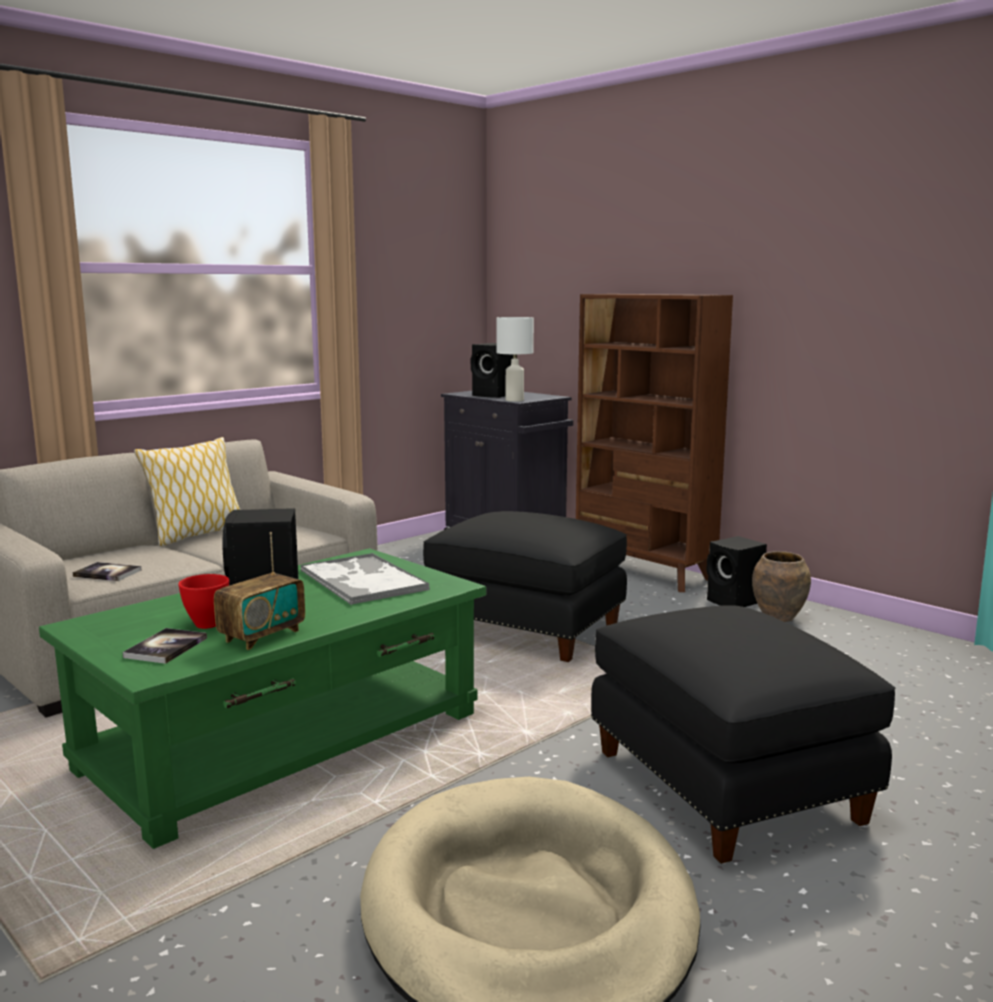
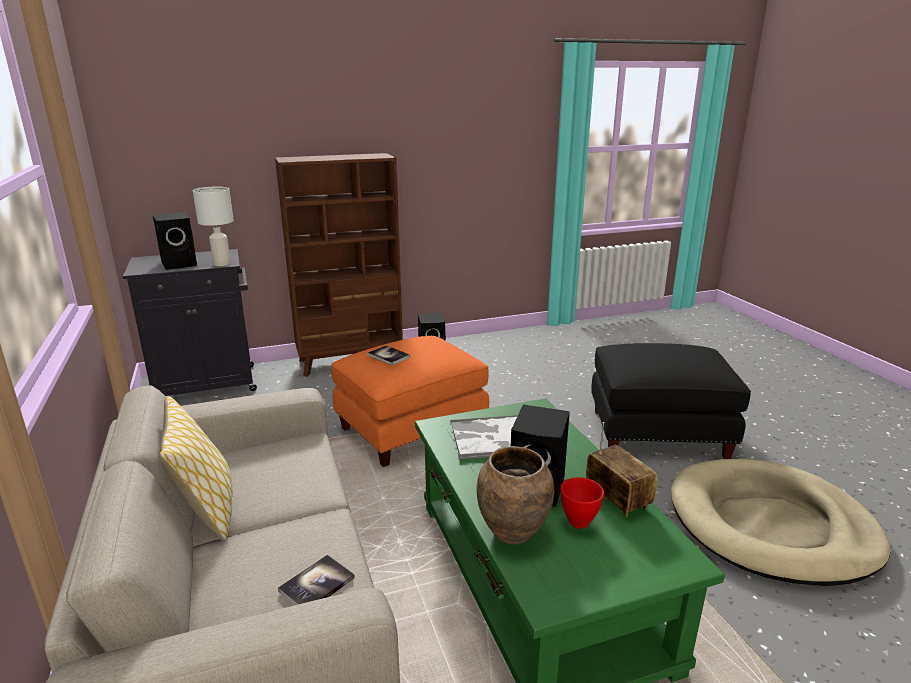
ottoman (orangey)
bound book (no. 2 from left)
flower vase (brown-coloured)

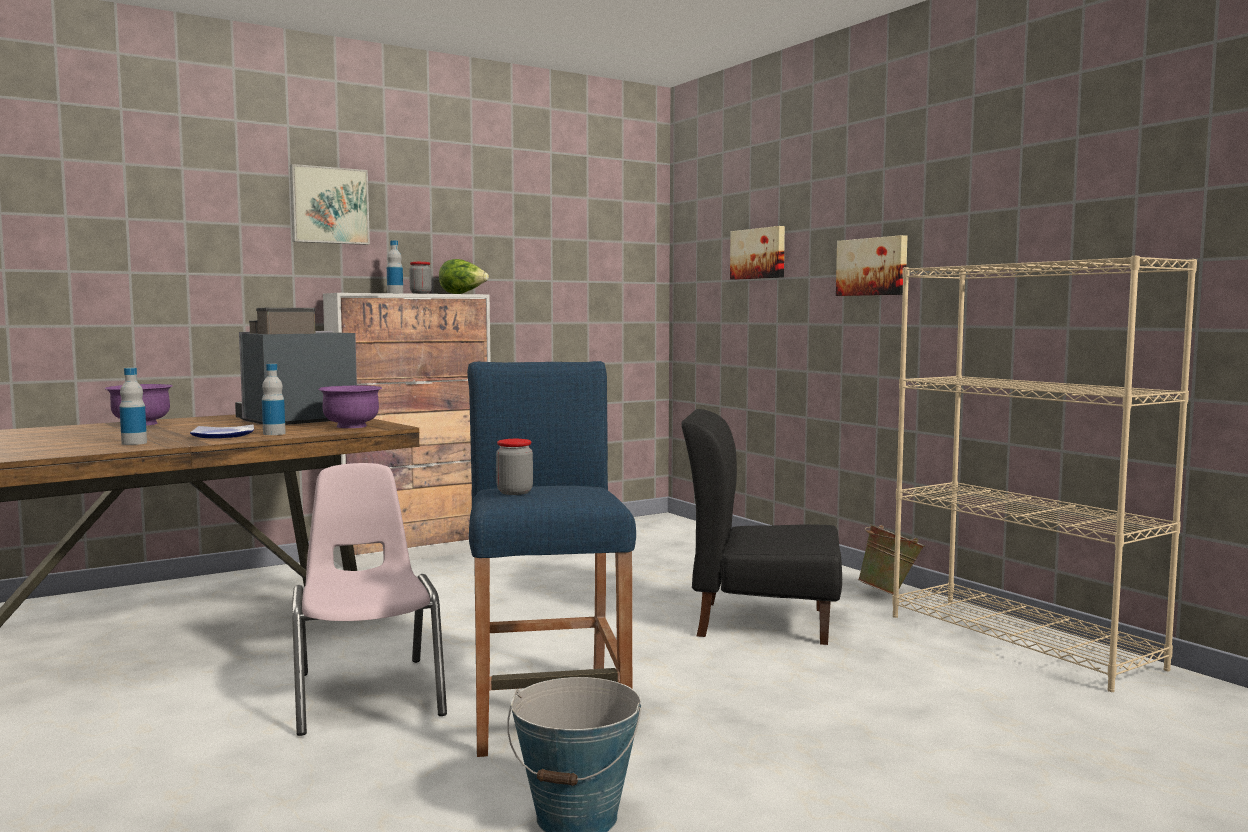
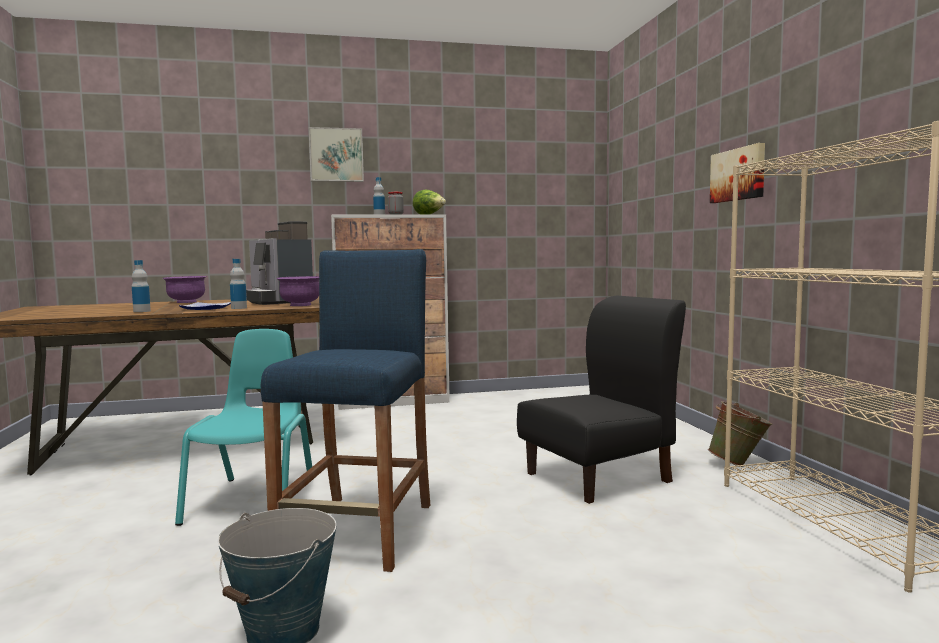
chair (turquoise-coloured)
coffee machine
chair (black-coloured)
storage jar (no. 2 from left in the first image)
wall picture (no. 2 from left in the first image)

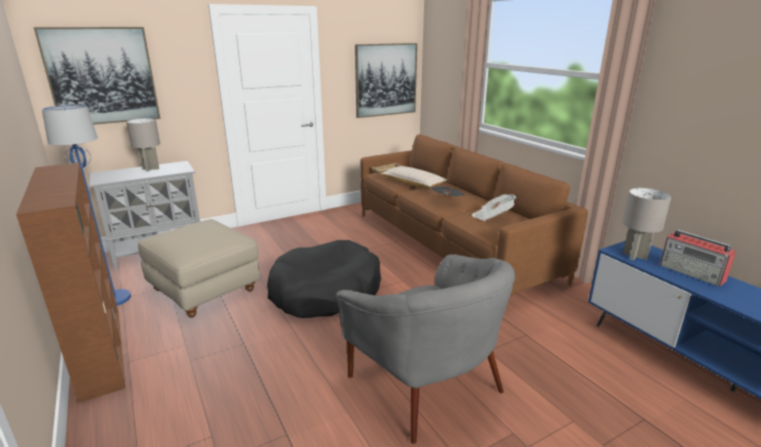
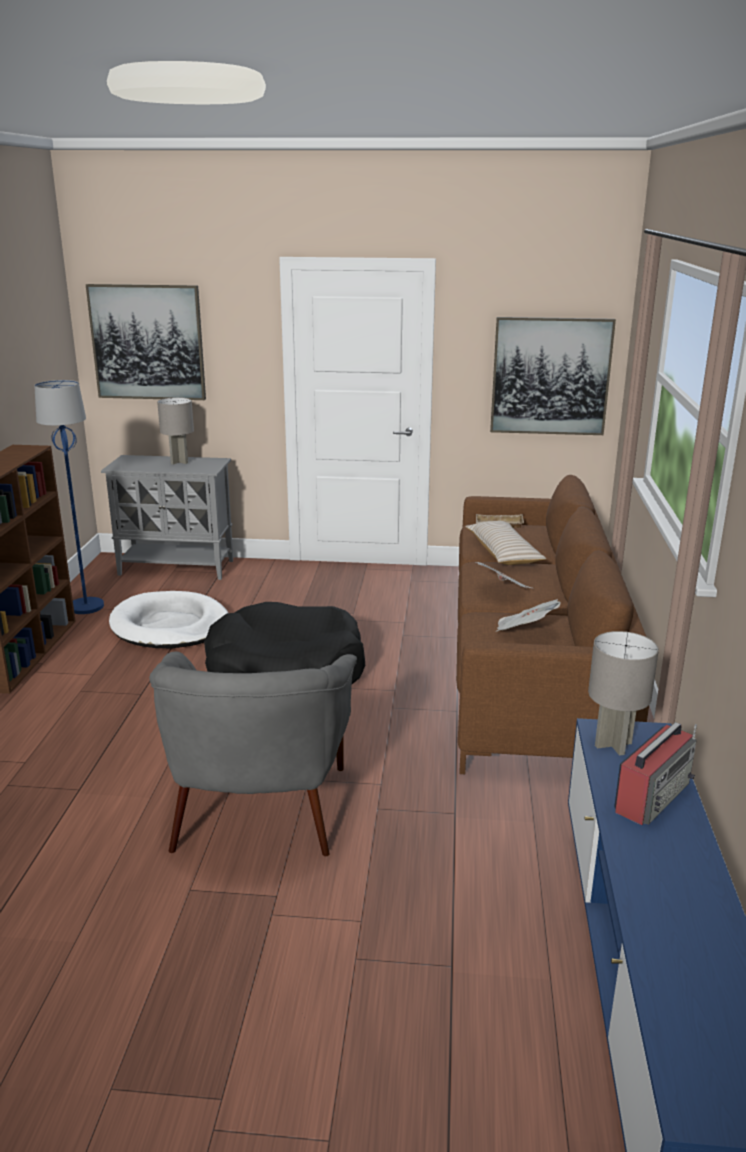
dog cushion (whitish)
radio receiver

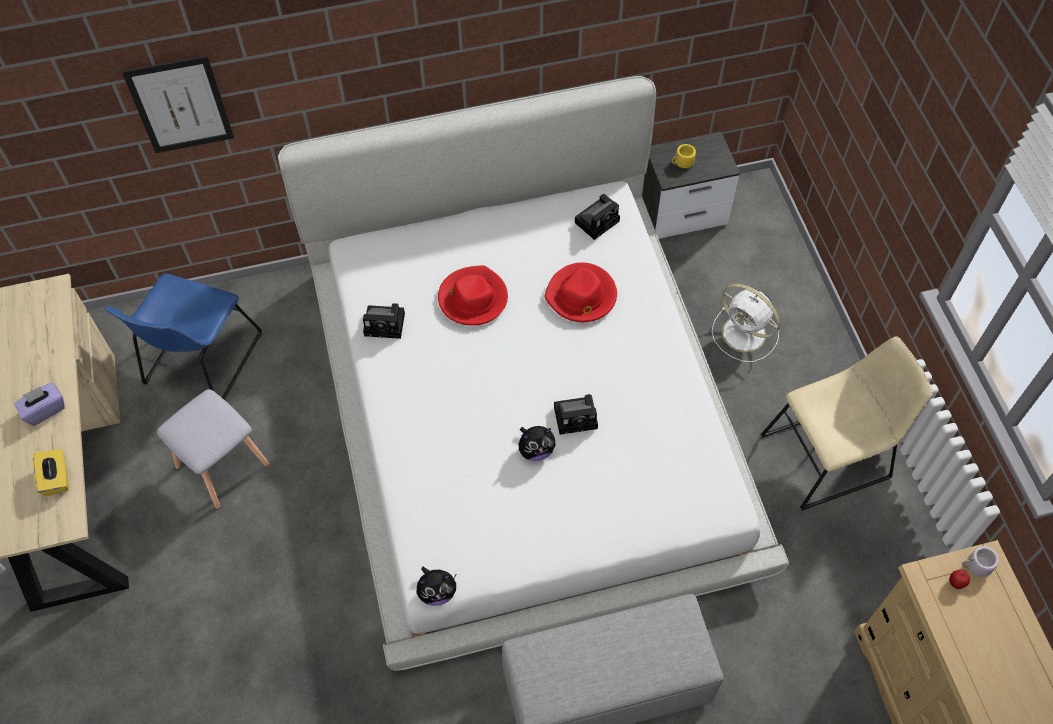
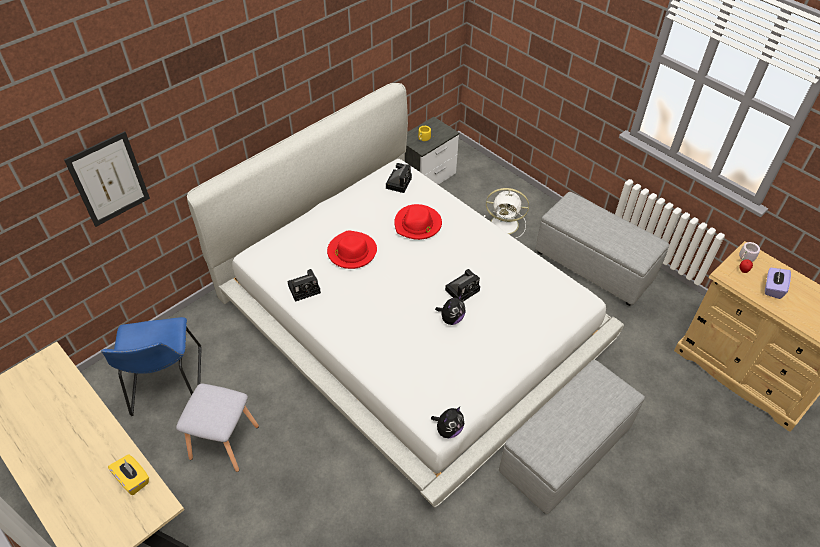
ottoman (greyish) (no. 2 from left)
tissue box (purple)

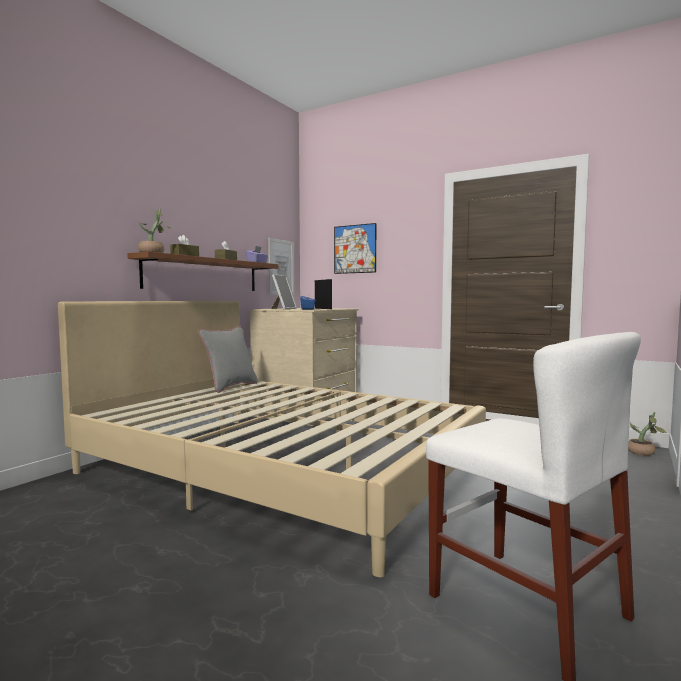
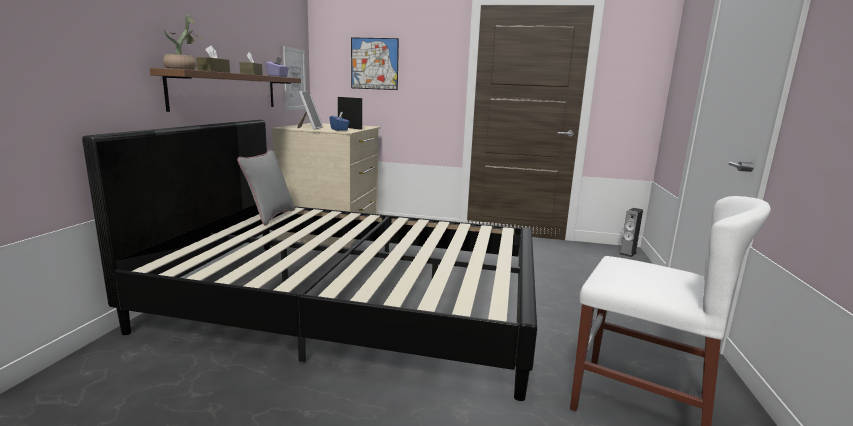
bed (black-coloured)
speaker

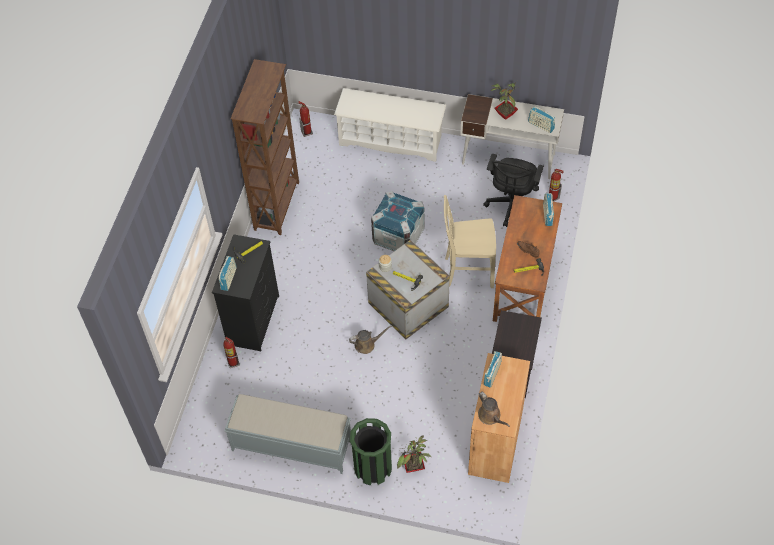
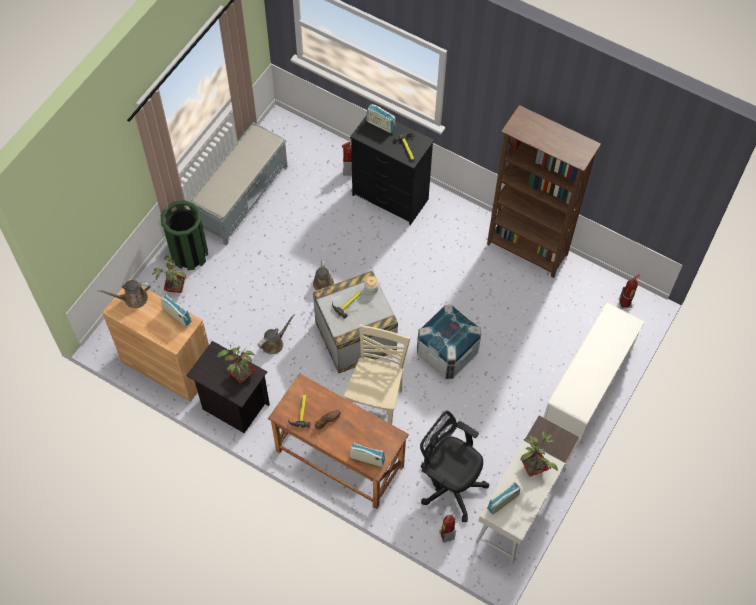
houseplant (no. 2 from left)
watering can (brown-coloured) (no. 2 from left)

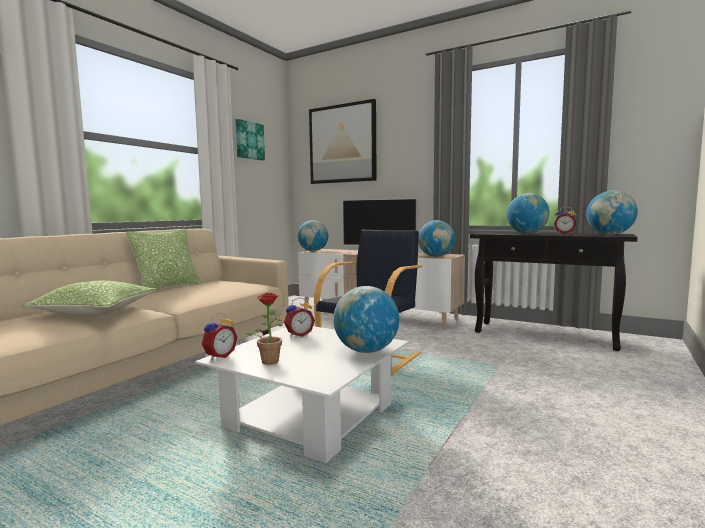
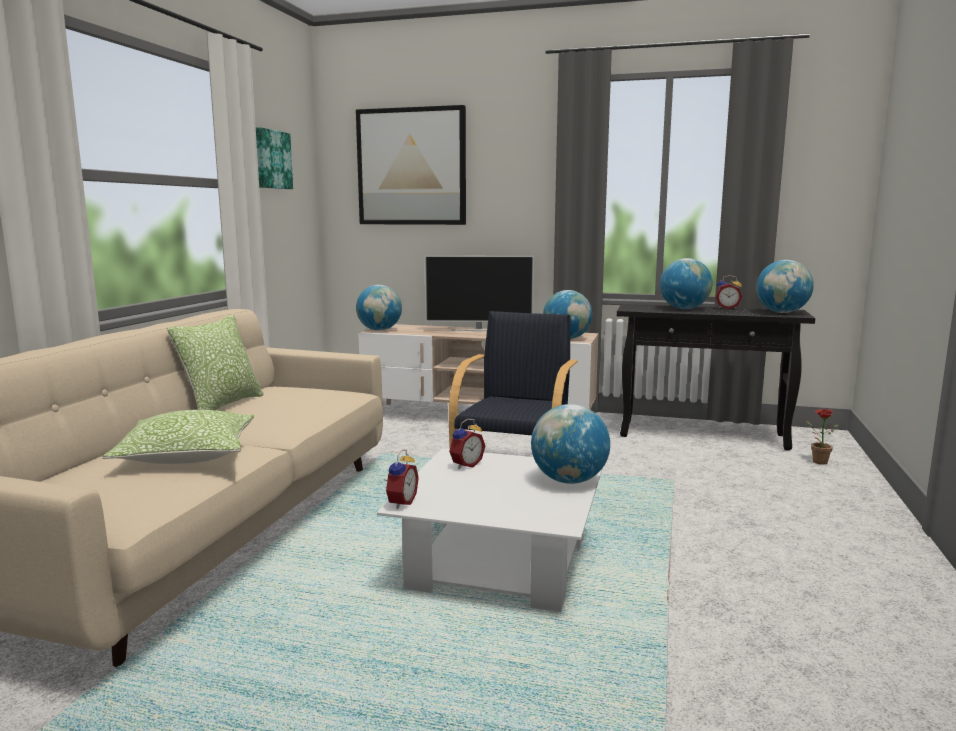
houseplant

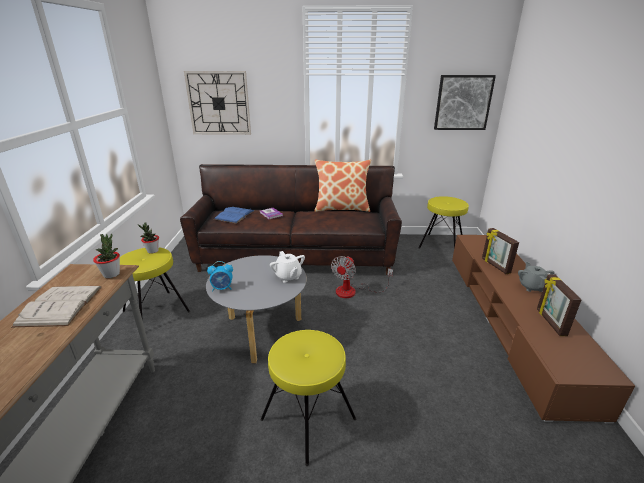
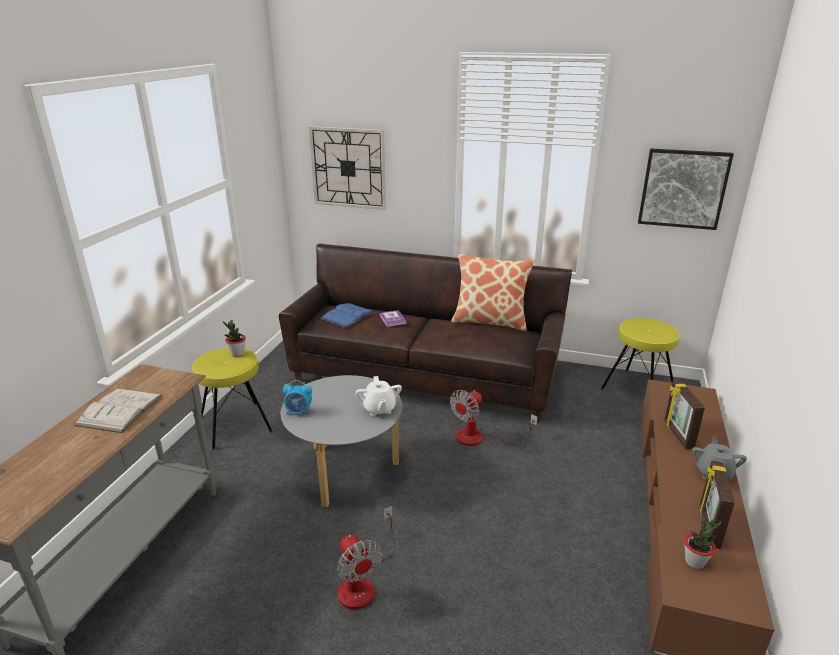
fan (no. 1 from left)
houseplant (no. 2 from left)

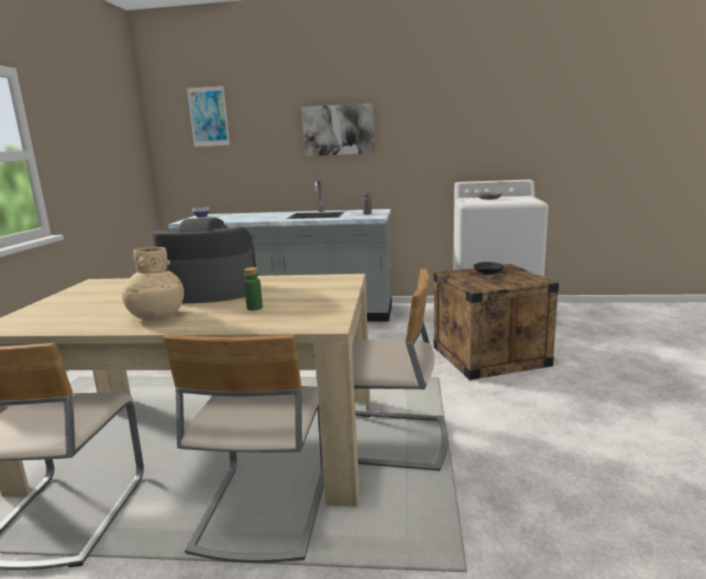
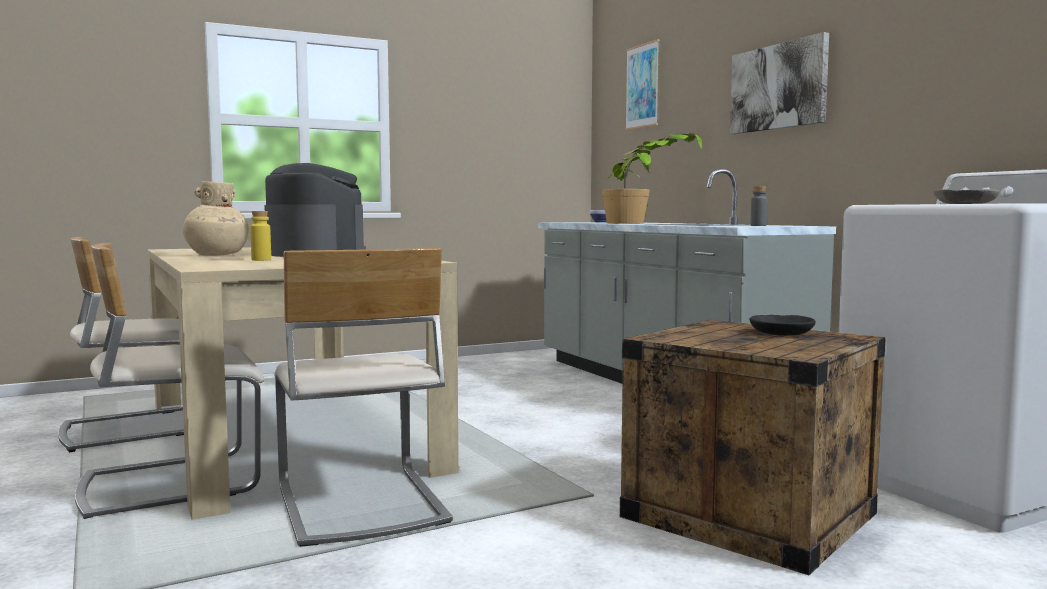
bottle (yellow-coloured)
houseplant

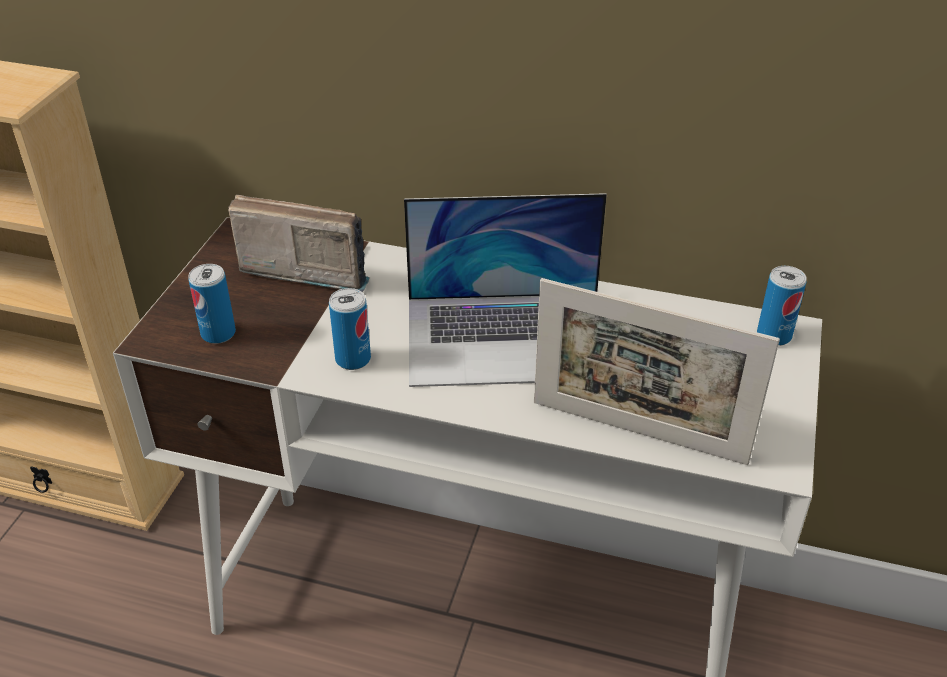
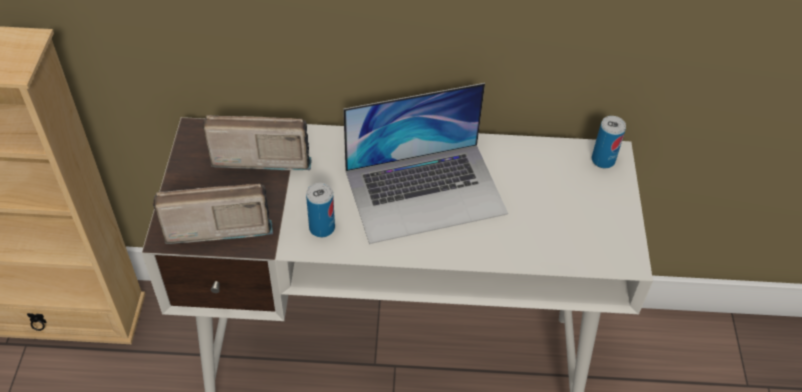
radio receiver (no. 1 from left)
picture frame

